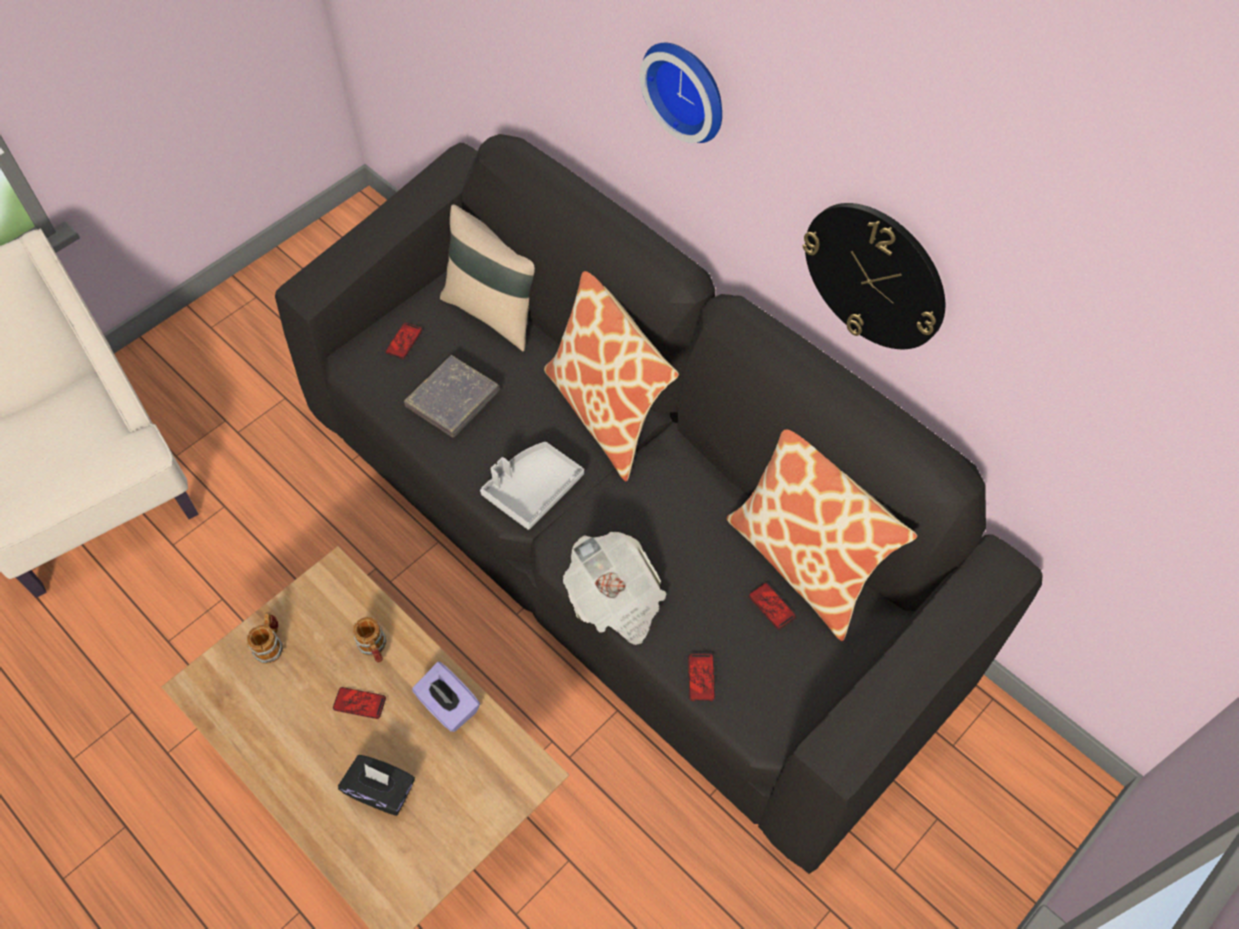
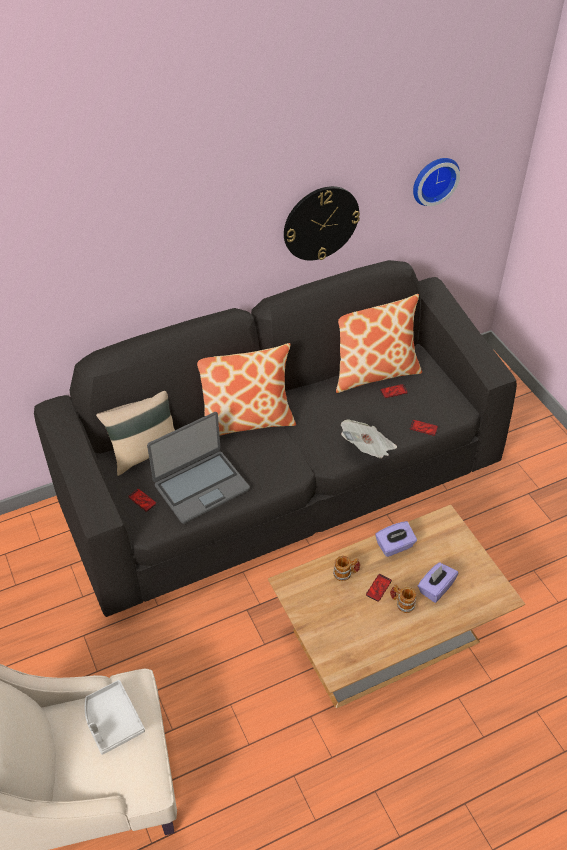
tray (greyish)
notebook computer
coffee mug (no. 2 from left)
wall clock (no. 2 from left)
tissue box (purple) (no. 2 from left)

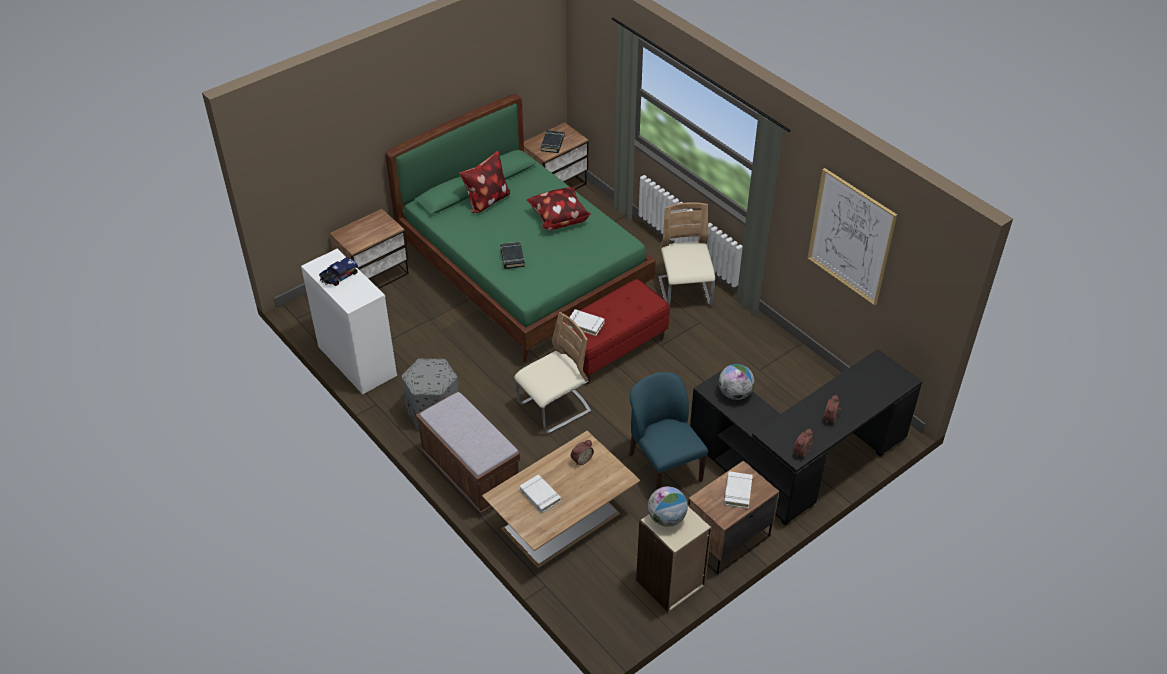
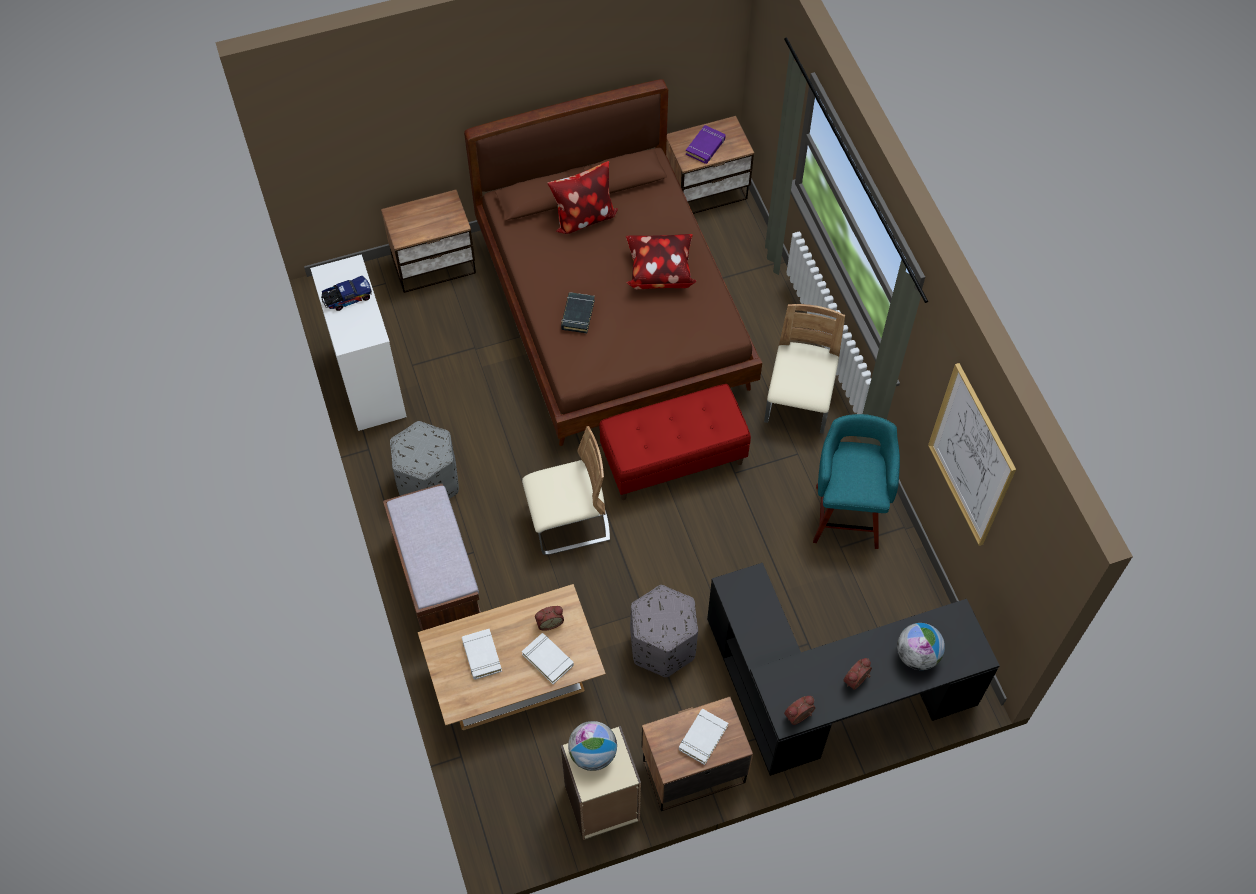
bed (brown-coloured)
bound book (whitish) (no. 2 from left)
ottoman (greyish) (no. 2 from left)
bound book (purple)
sitting stool (turquoise-coloured)
world globe (no. 2 from left)

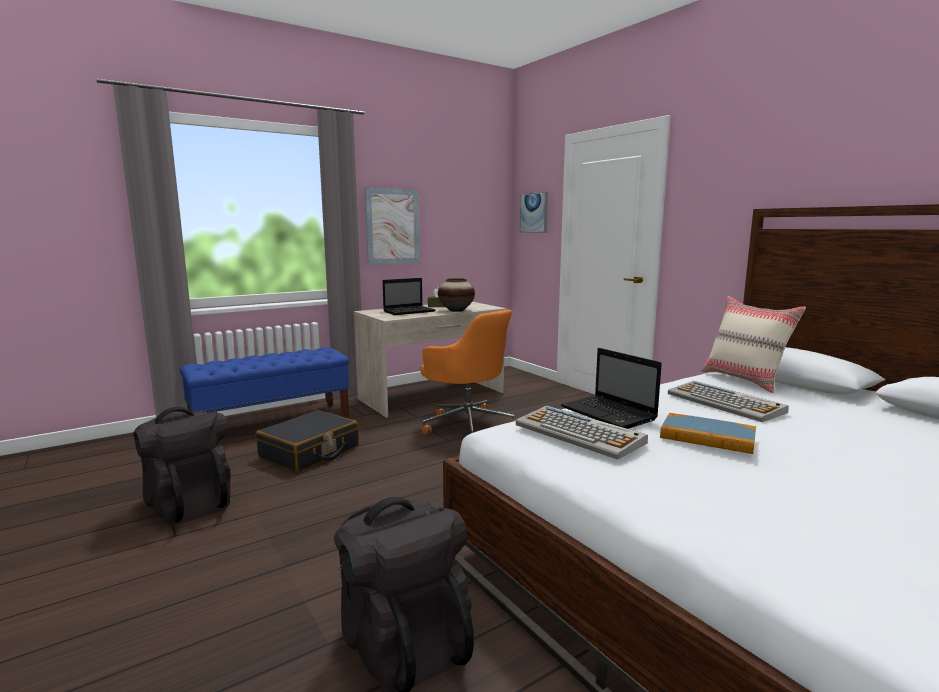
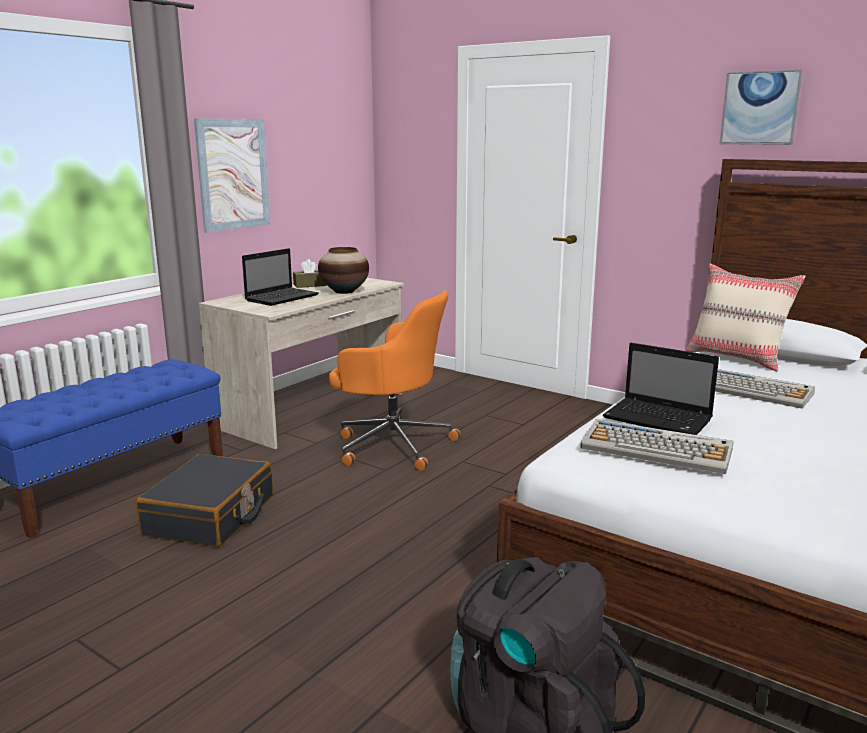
wall picture (no. 2 from left)
rucksack (black-coloured) (no. 1 from left in the first image)
bound book

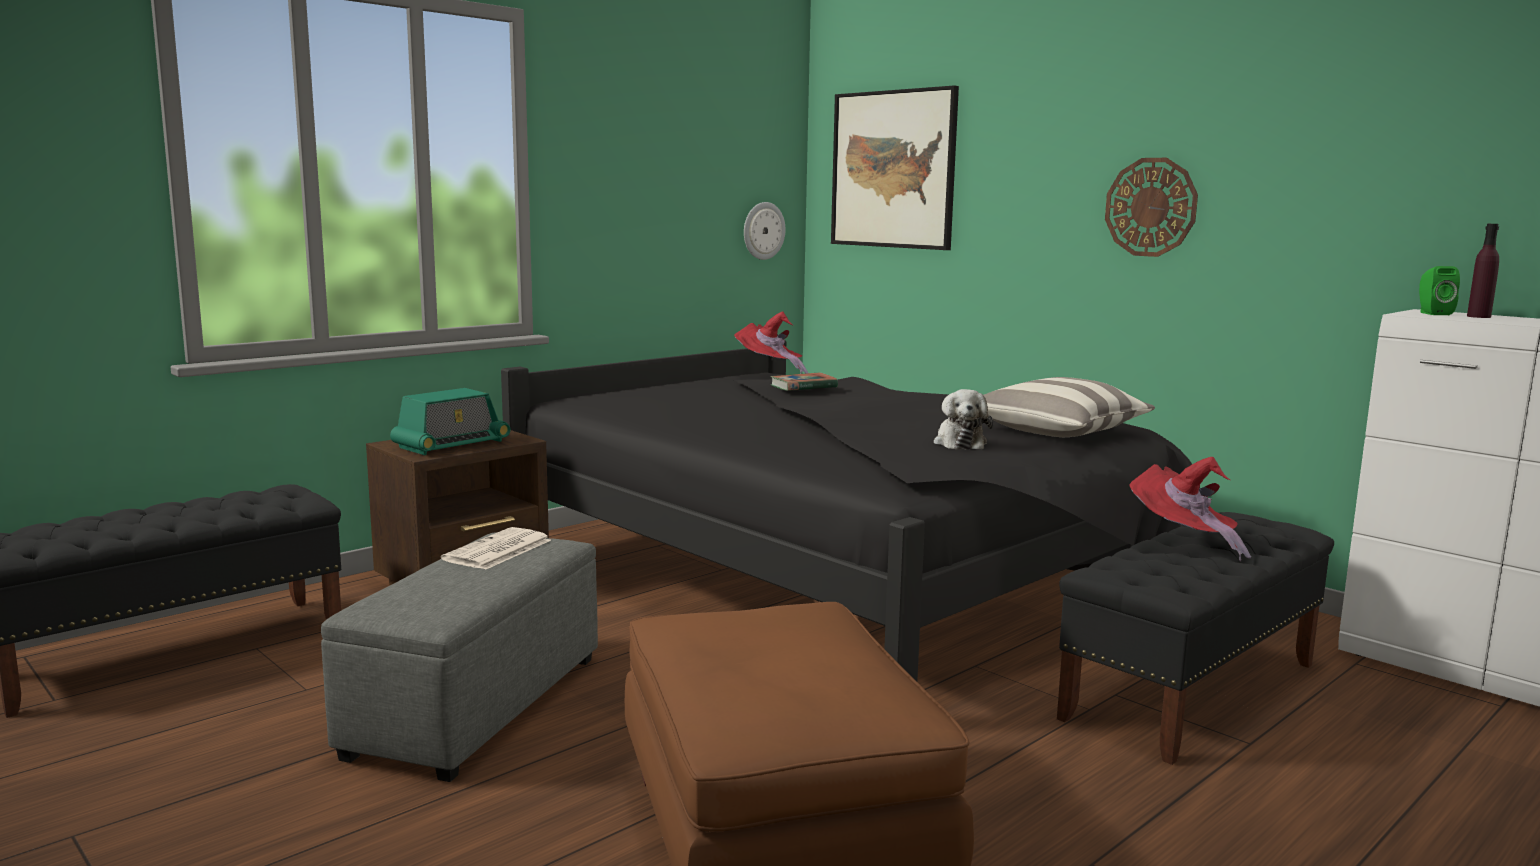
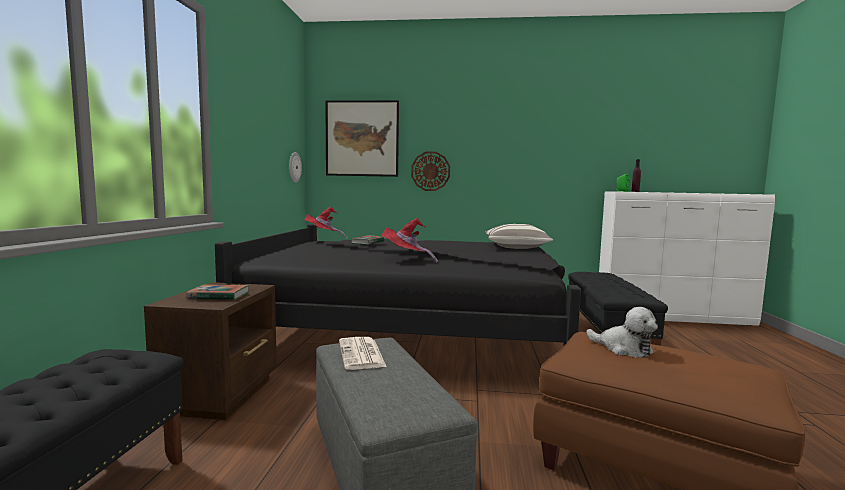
bound book (no. 1 from left)
clothing hat (red) (no. 2 from left)
wall clock (no. 2 from left)
soft toy

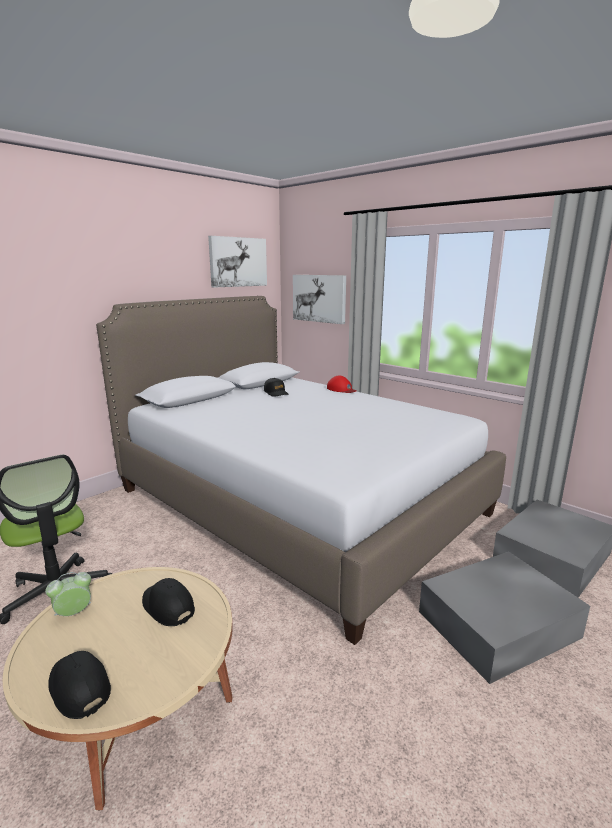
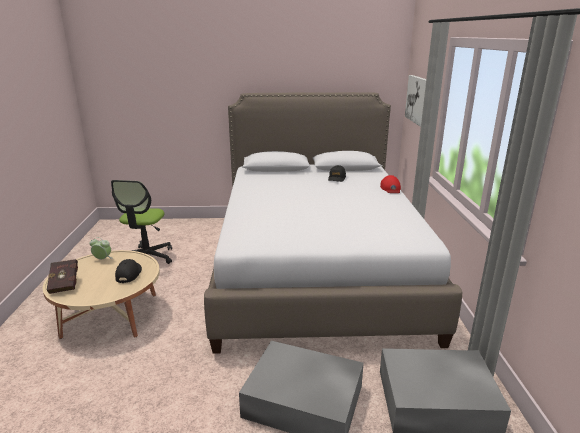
bound book (red)
wall picture (no. 1 from left in the first image)

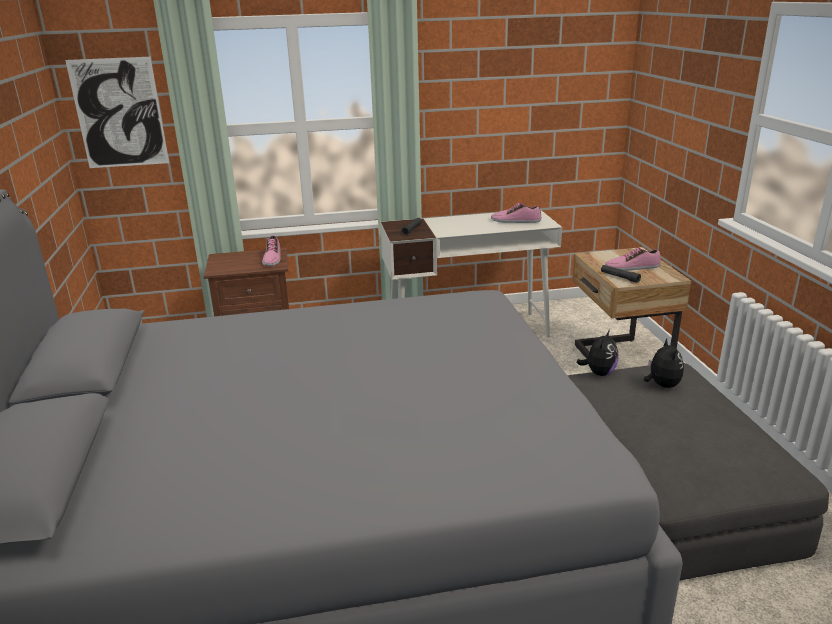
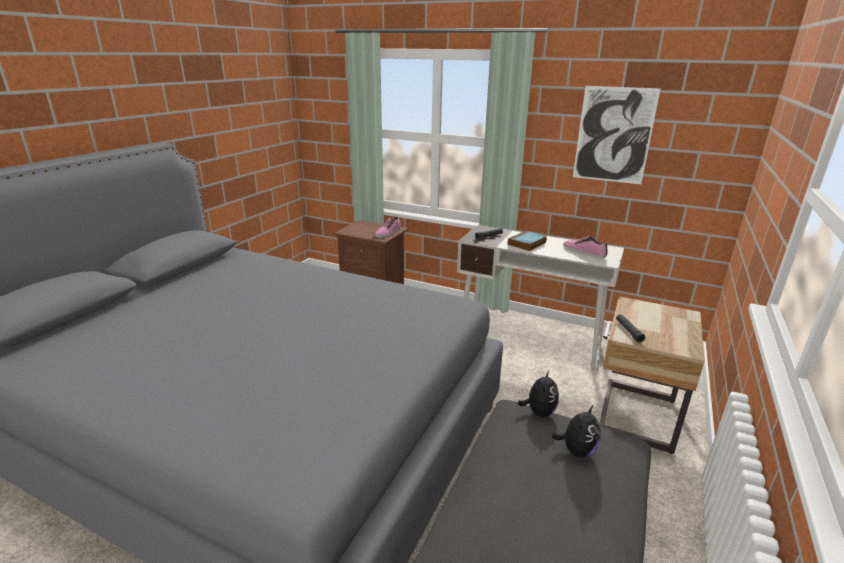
bound book
soft toy (no. 1 from left)
wall picture
low shoe (no. 3 from left in the first image)

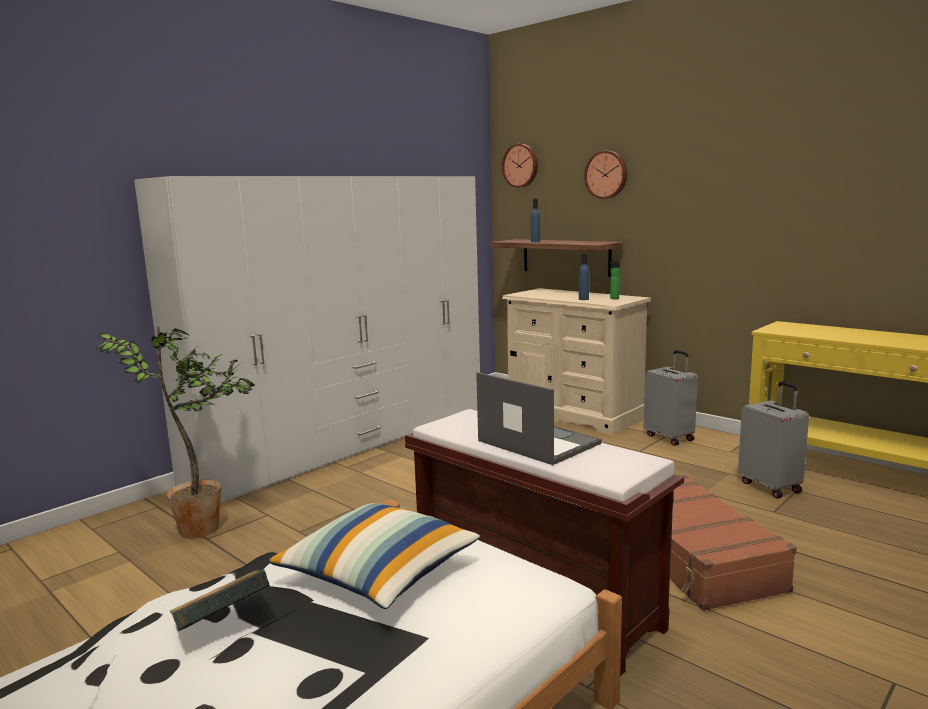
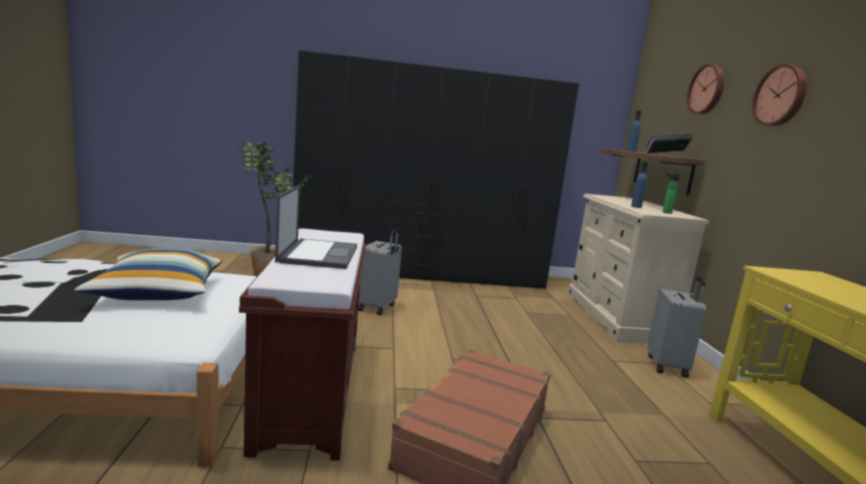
wardrobe (black-coloured)
suitcase (greyish) (no. 1 from left)
bound book
wall clock (no. 2 from left)

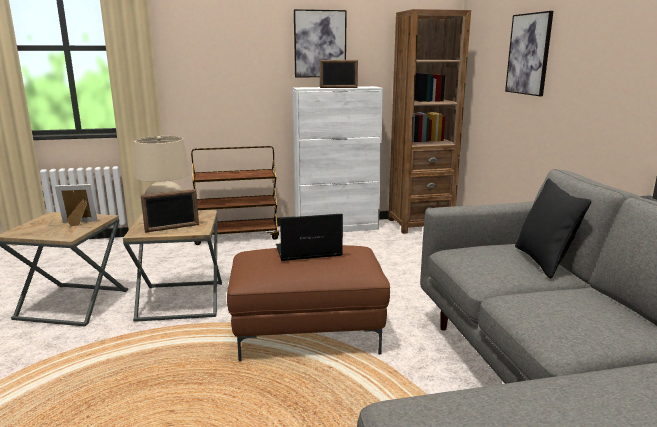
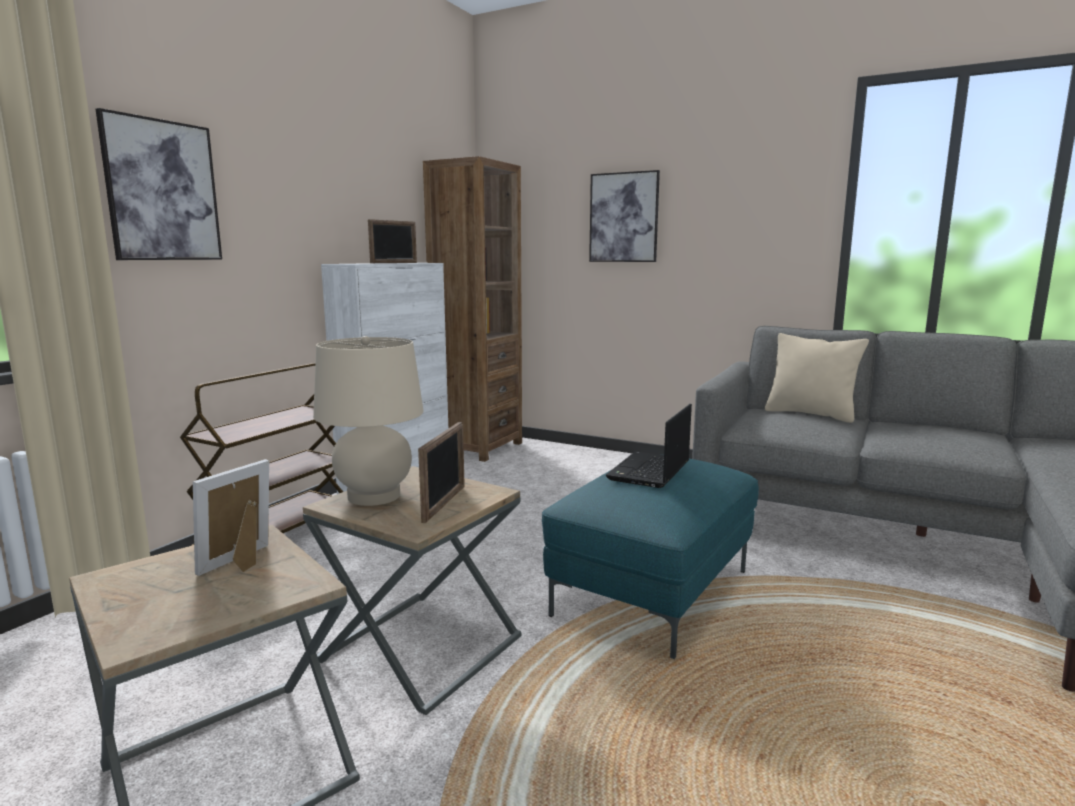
wall picture (no. 1 from left)
ottoman (turquoise-coloured)
cushion (sand-coloured)

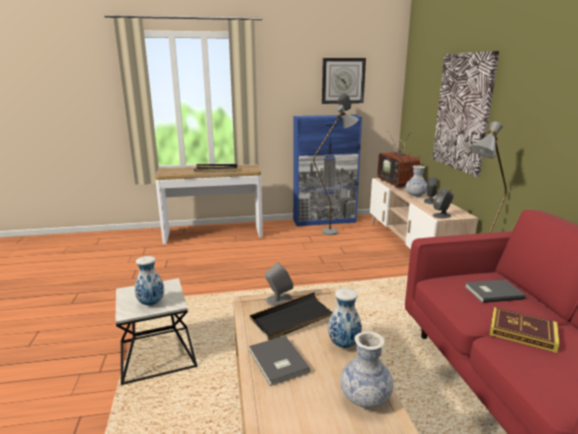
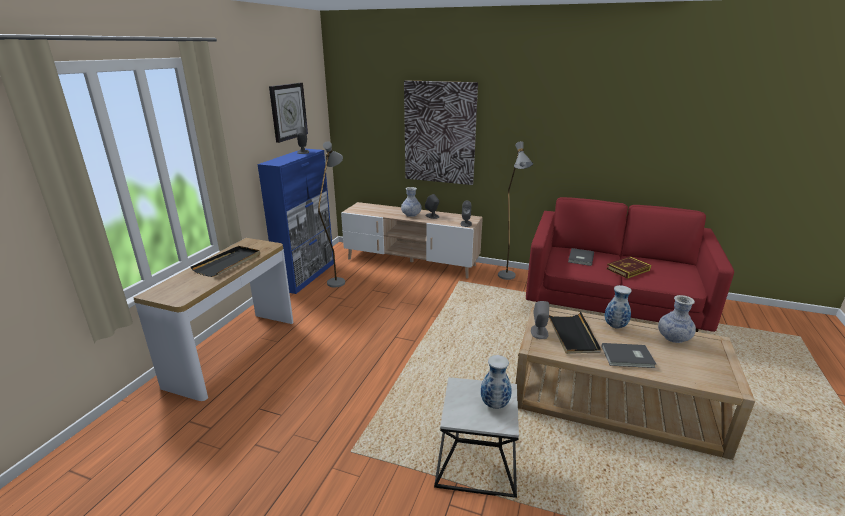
television

